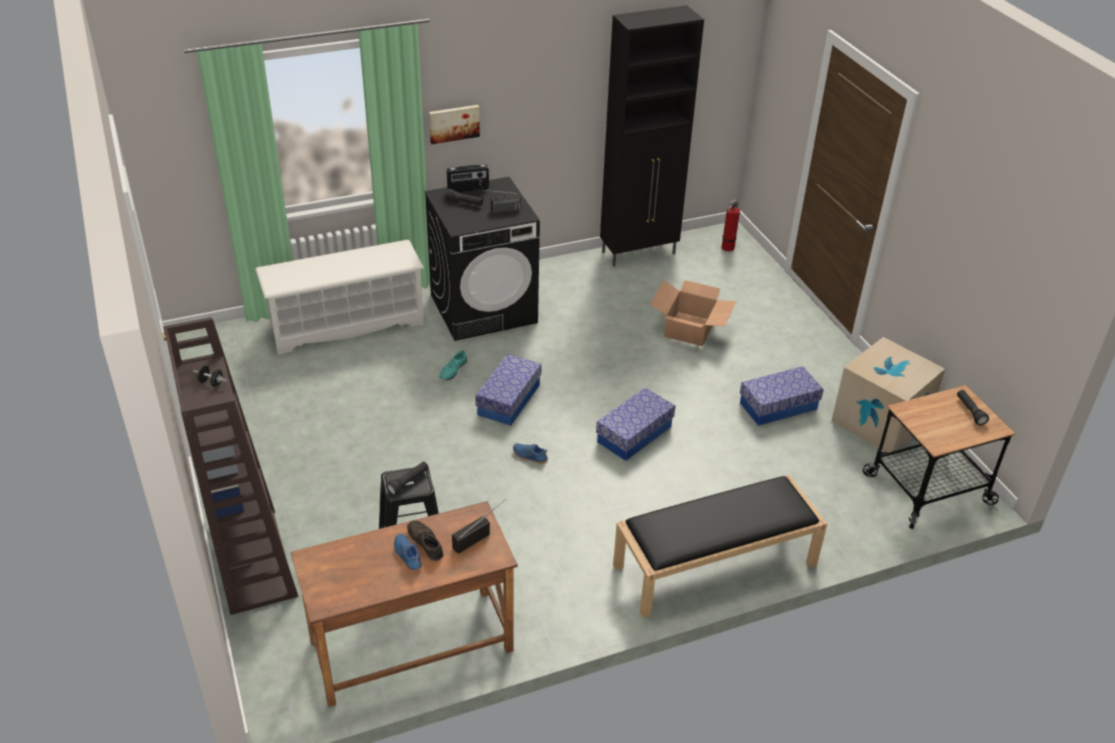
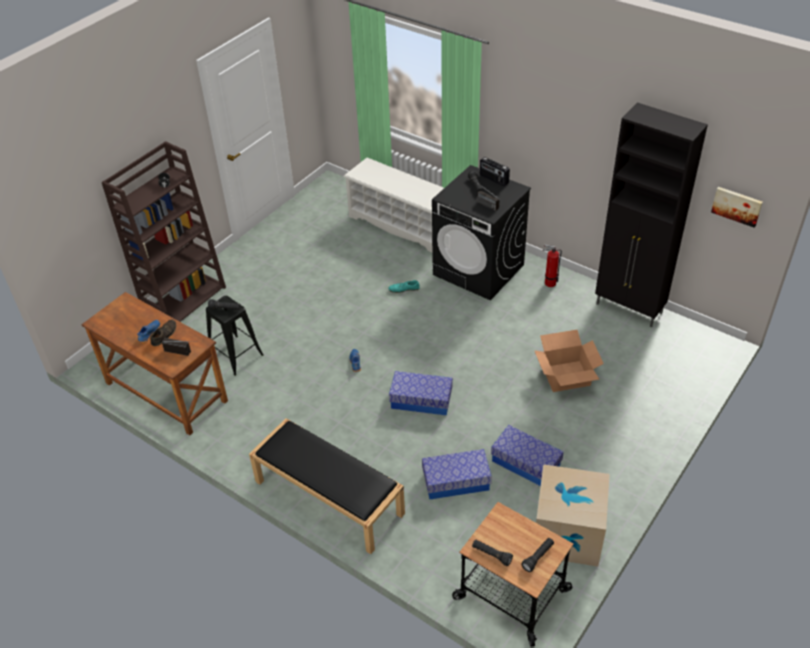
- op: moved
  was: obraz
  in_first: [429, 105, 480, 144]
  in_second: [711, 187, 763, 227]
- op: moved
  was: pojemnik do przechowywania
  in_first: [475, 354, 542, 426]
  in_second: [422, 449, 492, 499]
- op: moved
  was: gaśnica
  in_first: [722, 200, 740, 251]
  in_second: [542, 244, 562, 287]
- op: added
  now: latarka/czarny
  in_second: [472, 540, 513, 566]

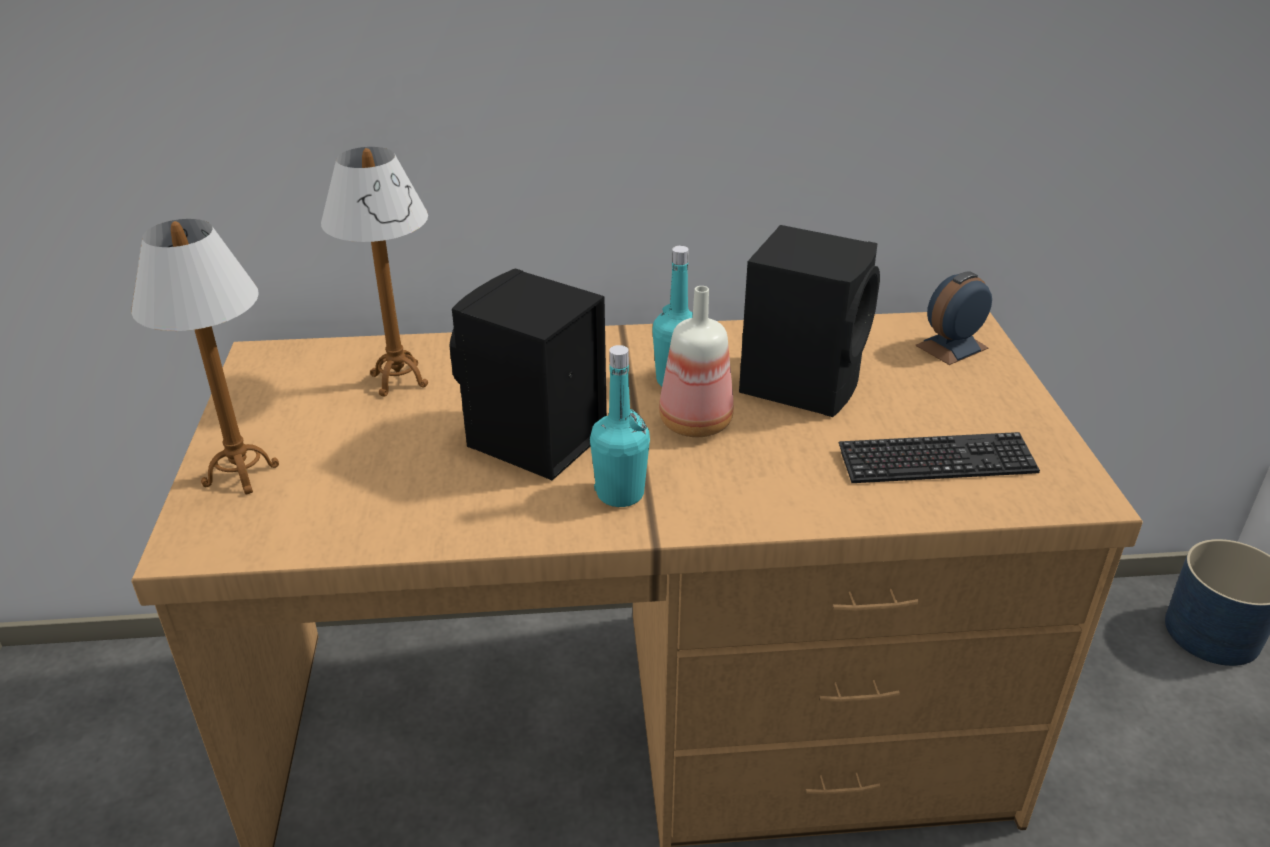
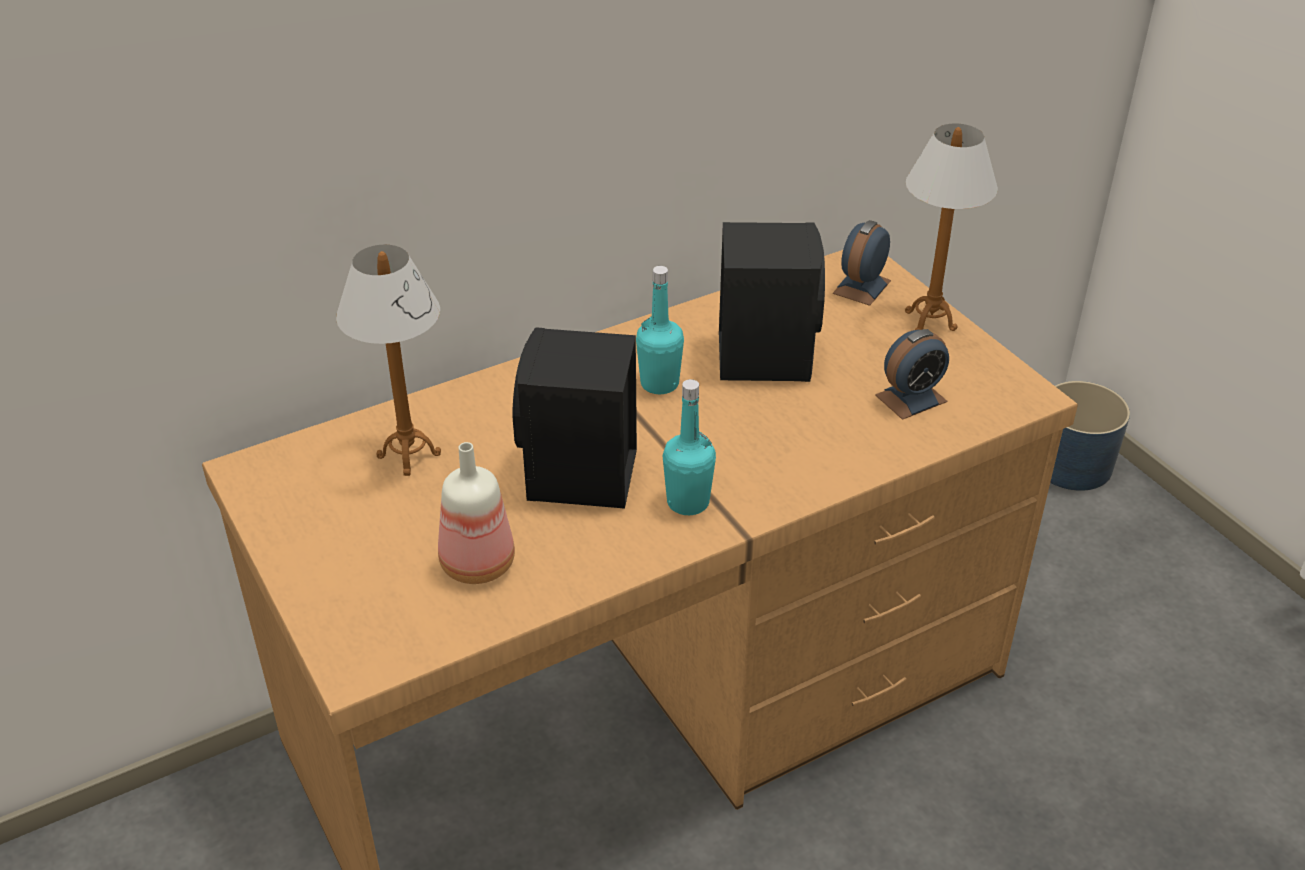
- op: moved
  was: lampa stołowa
  in_first: [131, 219, 279, 494]
  in_second: [905, 124, 998, 331]
- op: moved
  was: butelka
  in_first: [659, 286, 734, 437]
  in_second: [438, 442, 515, 584]
- op: replaced
  was: klawiatura
  now: budzik
  in_first: [839, 432, 1040, 483]
  in_second: [875, 329, 949, 420]

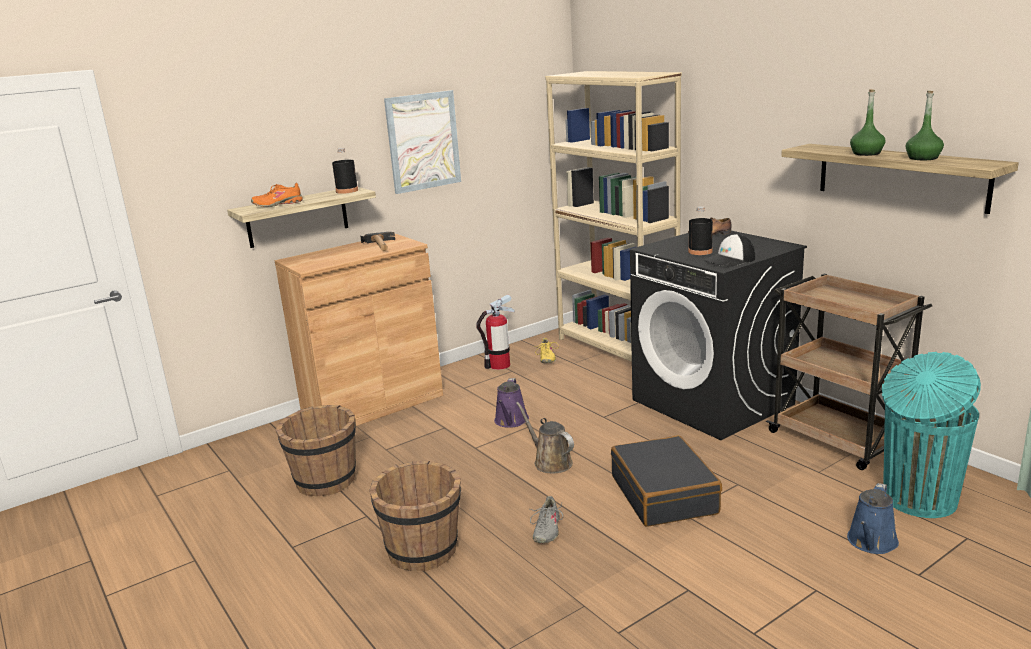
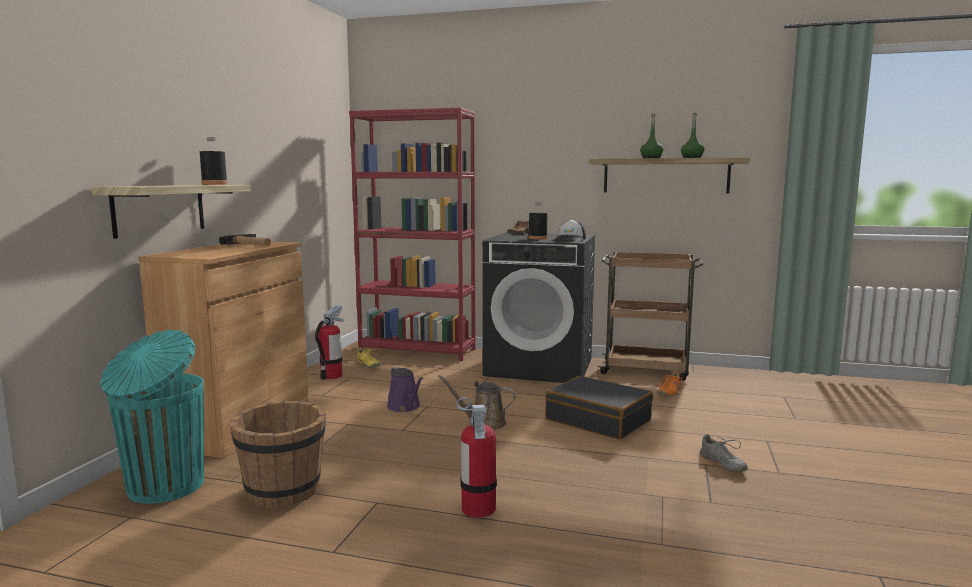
- op: moved
  was: but/pomarańczowy
  in_first: [251, 182, 303, 207]
  in_second: [657, 372, 682, 396]
- op: replaced
  was: wiadro/brązowy
  now: gaśnica
  in_first: [369, 461, 461, 571]
  in_second: [456, 397, 497, 518]
- op: removed
  was: obraz
  in_first: [384, 90, 461, 194]
- op: moved
  was: but/szary
  in_first: [530, 496, 563, 543]
  in_second: [700, 434, 748, 472]
- op: recoloured
  was: regał/beżowy
  now: regał/czerwony
  in_first: [545, 71, 682, 362]
  in_second: [349, 108, 475, 361]
- op: removed
  was: konewka/niebieski
  in_first: [847, 483, 899, 554]
- op: moved
  was: kosz na śmieci/turkusowy
  in_first: [881, 352, 981, 518]
  in_second: [100, 330, 204, 504]

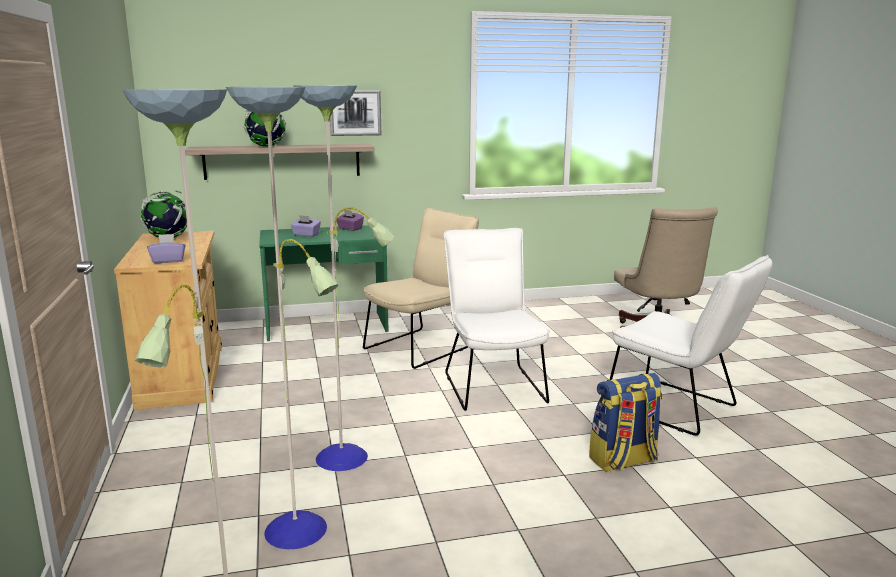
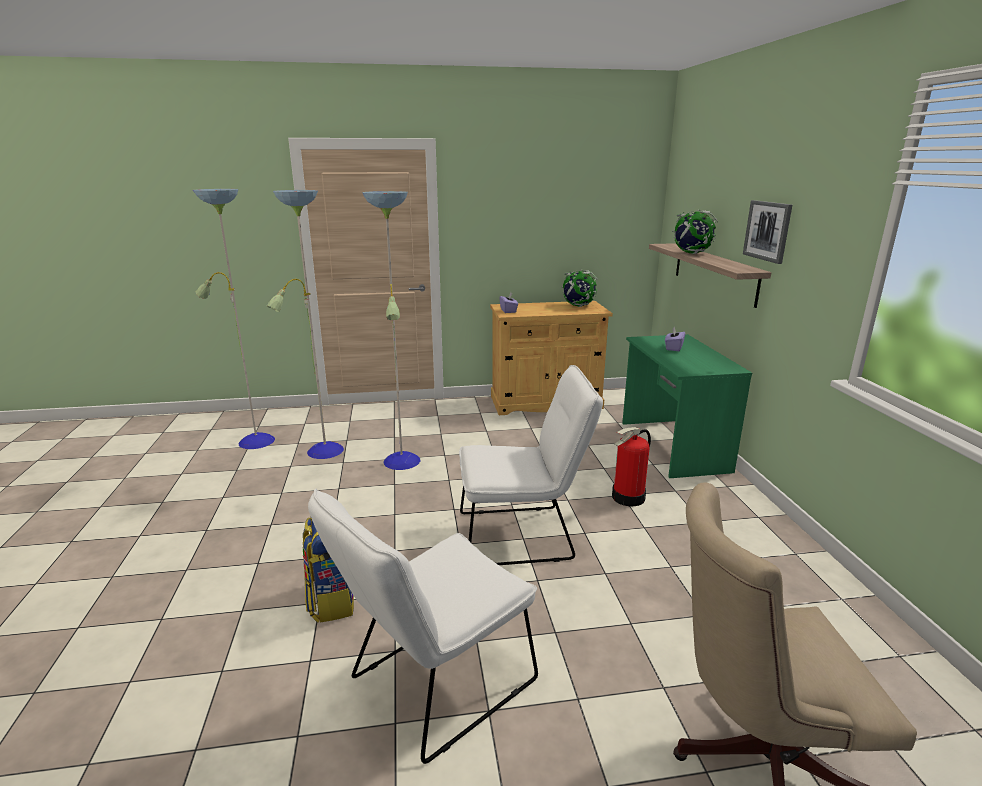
- op: removed
  was: pudełko chusteczek/fioletowy
  in_first: [337, 210, 364, 231]
- op: replaced
  was: krzesło/beżowy
  now: gaśnica
  in_first: [363, 208, 479, 369]
  in_second: [612, 427, 651, 506]

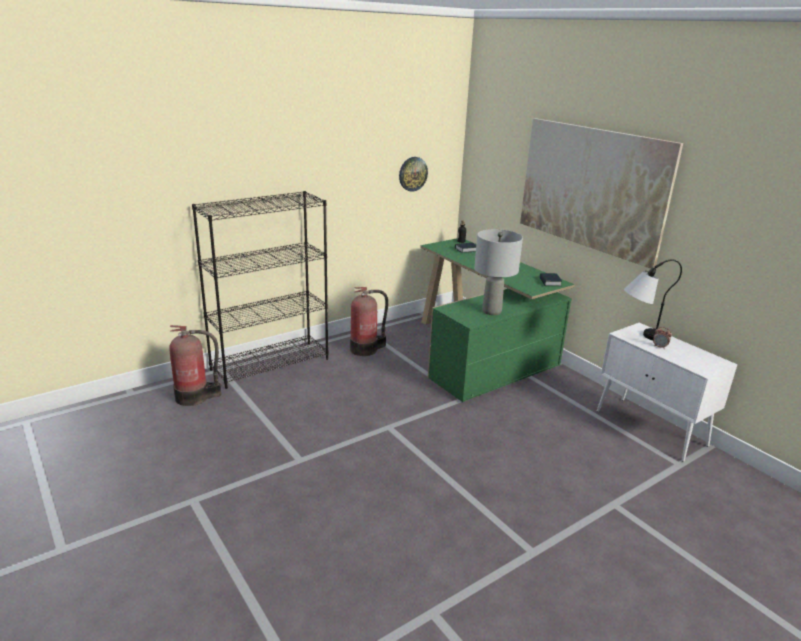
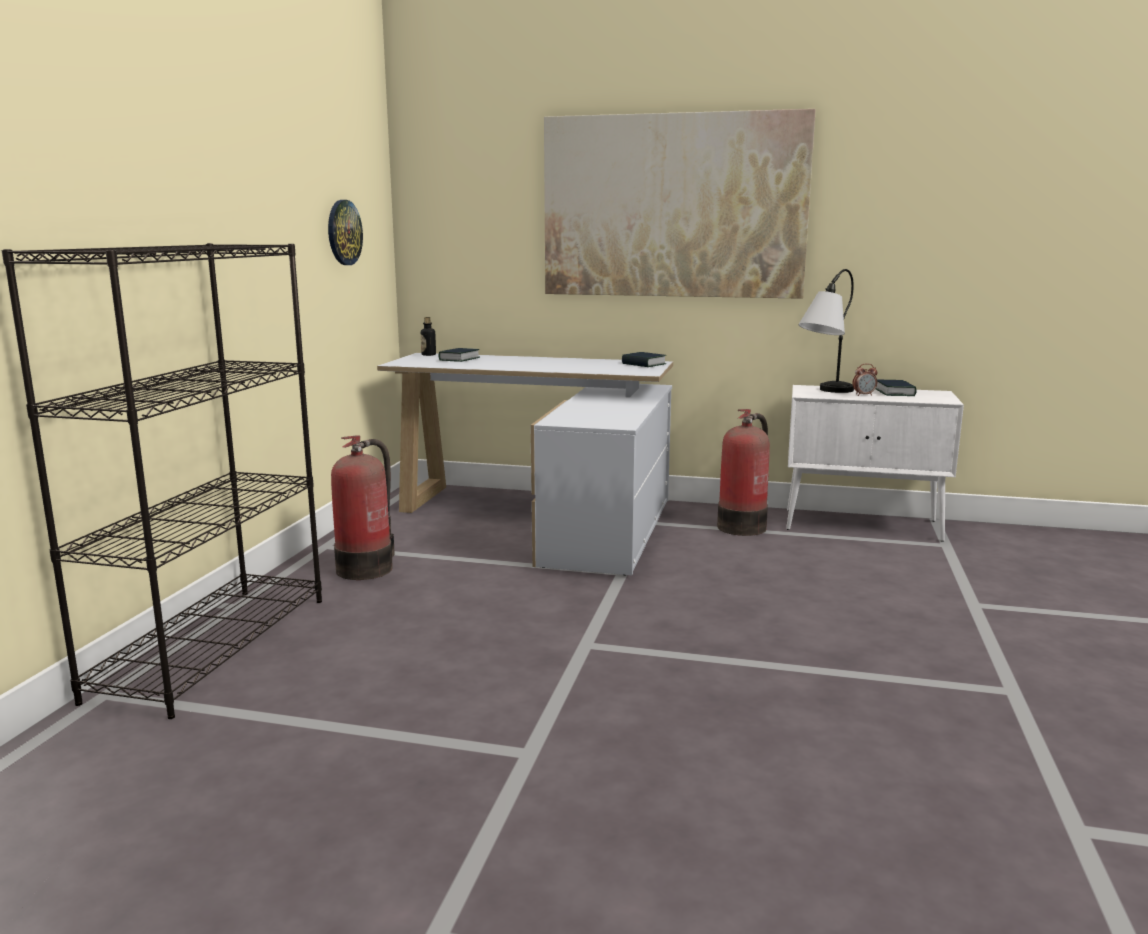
- op: moved
  was: gaśnica
  in_first: [169, 325, 221, 406]
  in_second: [717, 409, 770, 536]
- op: recoloured
  was: biurko/zielony
  now: biurko/biały
  in_first: [420, 238, 575, 402]
  in_second: [377, 353, 673, 575]
- op: removed
  was: lampa stołowa/szary
  in_first: [474, 229, 523, 315]
- op: added
  now: książka
  in_second: [876, 380, 917, 396]

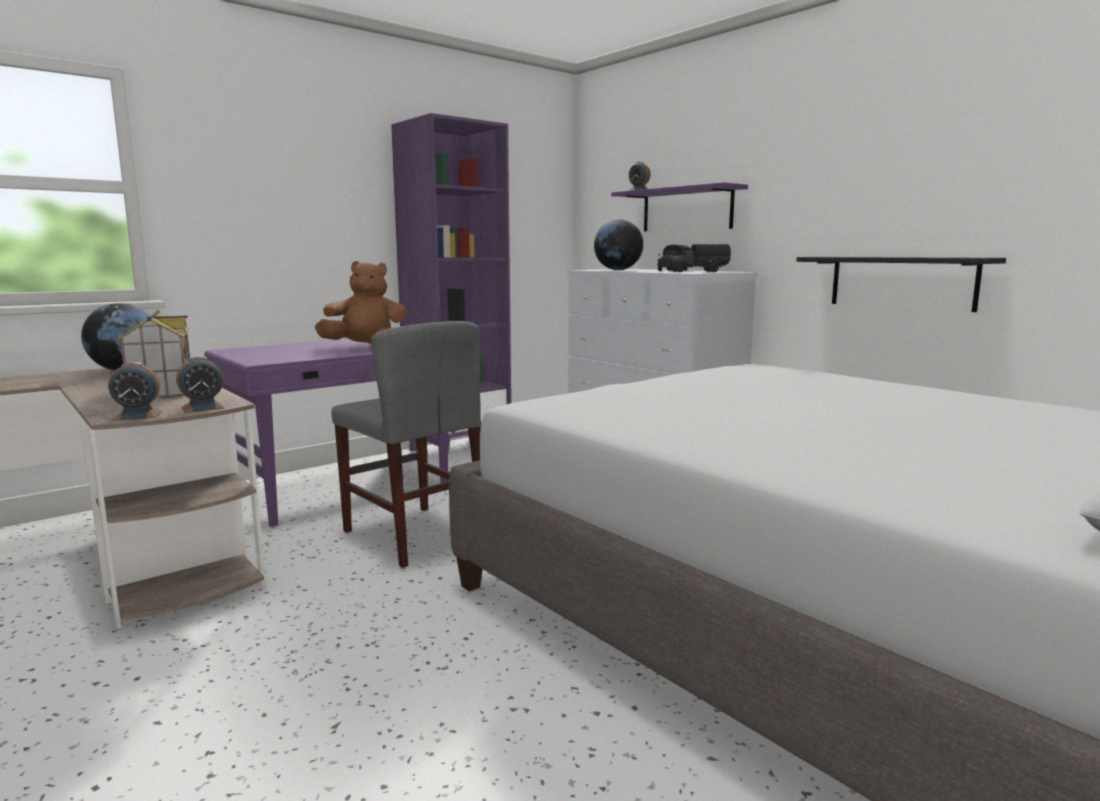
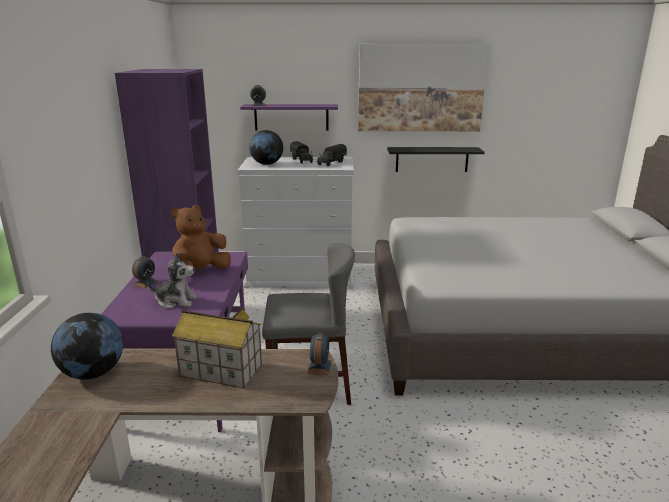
- op: moved
  was: budzik
  in_first: [108, 362, 163, 421]
  in_second: [132, 256, 159, 289]
- op: added
  now: pluszak
  in_second: [147, 252, 197, 309]
- op: added
  now: obraz
  in_second: [358, 44, 489, 131]

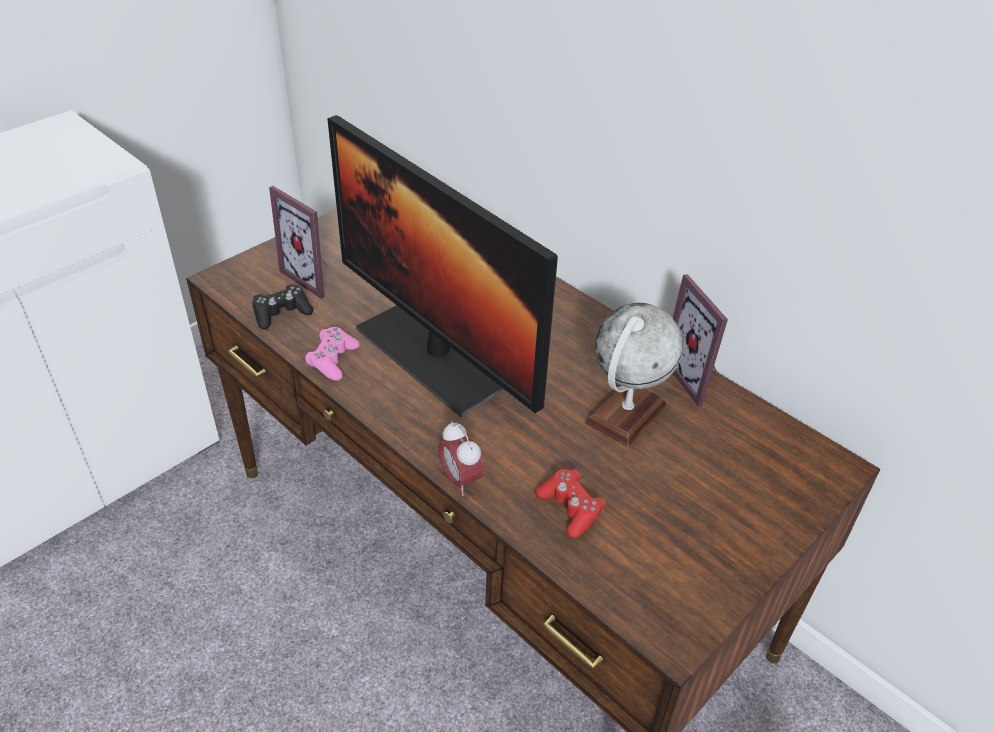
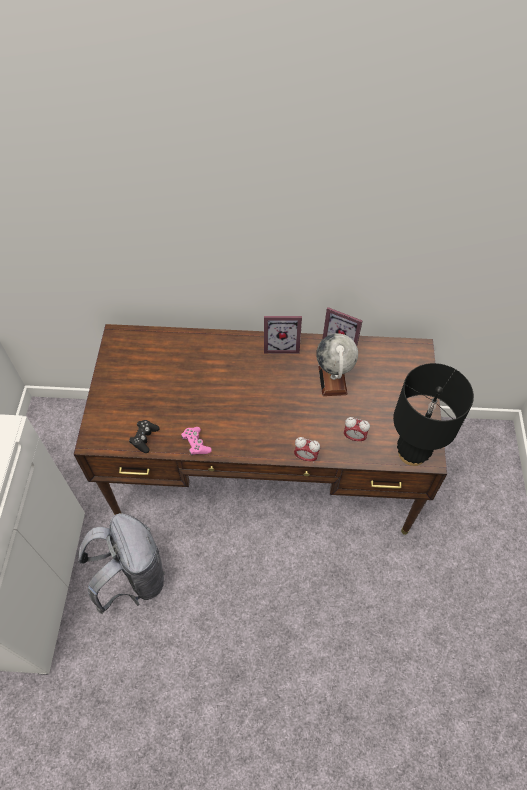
- op: moved
  was: ramka na zdjęcie
  in_first: [269, 186, 332, 299]
  in_second: [264, 316, 302, 354]
- op: removed
  was: monitor
  in_first: [328, 115, 558, 417]
- op: replaced
  was: pad do gier/czerwony
  now: budzik
  in_first: [536, 469, 605, 538]
  in_second: [344, 417, 370, 443]
- op: added
  now: plecak/szary
  in_second: [78, 513, 165, 614]
- op: added
  now: lampa stołowa/czarny
  in_second: [393, 363, 474, 466]

